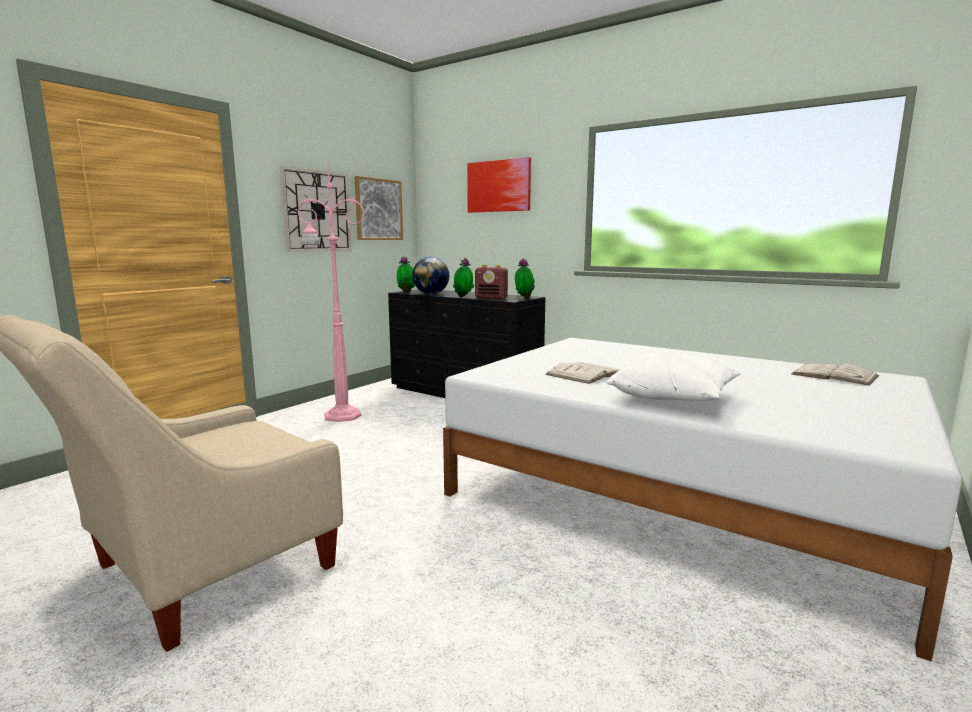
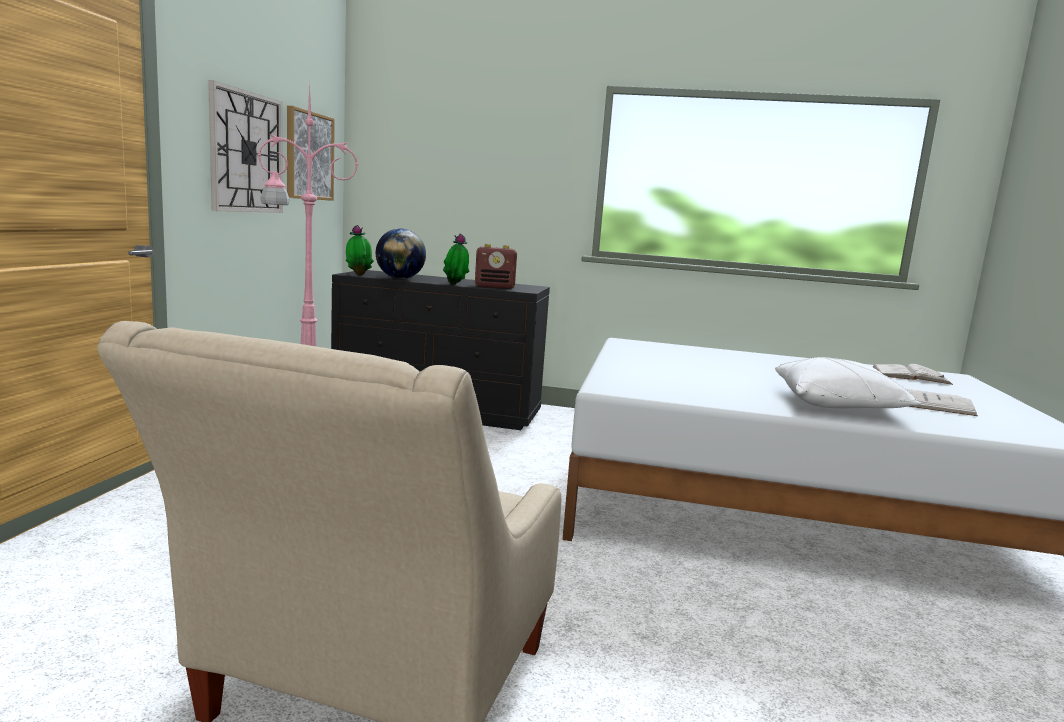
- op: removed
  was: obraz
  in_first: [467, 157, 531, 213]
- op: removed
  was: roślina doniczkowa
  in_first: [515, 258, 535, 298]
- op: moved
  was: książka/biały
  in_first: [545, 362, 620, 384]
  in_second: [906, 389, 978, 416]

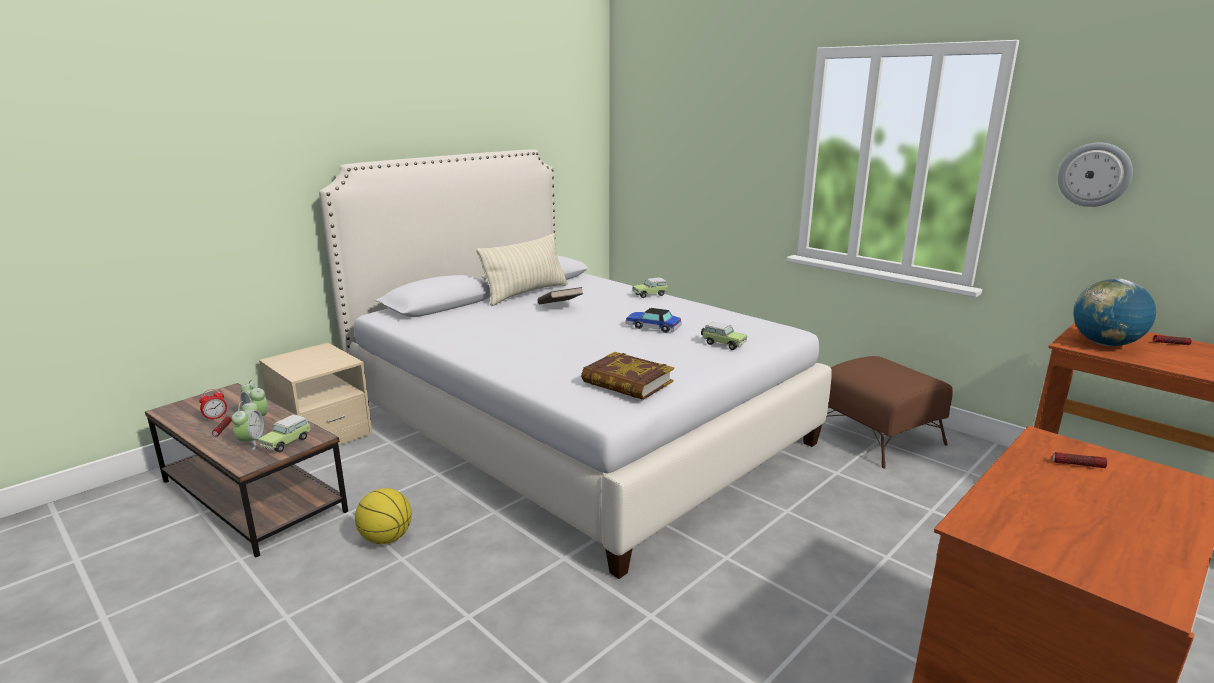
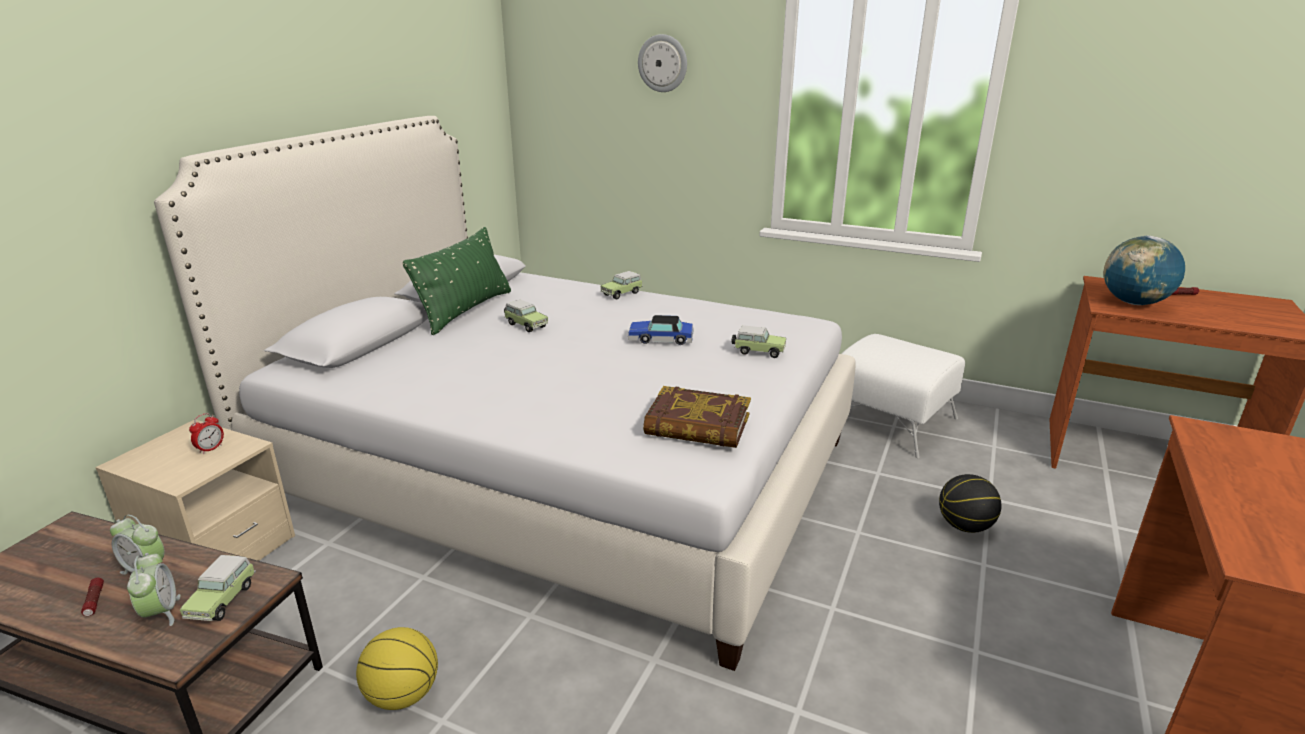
- op: moved
  was: budzik
  in_first: [199, 389, 227, 421]
  in_second: [189, 413, 224, 454]
- op: recoloured
  was: poduszka/beżowy
  now: poduszka/zielony
  in_first: [476, 233, 568, 306]
  in_second: [402, 227, 511, 335]
- op: replaced
  was: książka/brązowy
  now: samochodzik
  in_first: [537, 287, 584, 305]
  in_second: [504, 300, 548, 332]
- op: recoloured
  was: pufa/brązowy
  now: pufa/biały
  in_first: [827, 356, 953, 468]
  in_second: [842, 334, 965, 458]
- op: removed
  was: latarka
  in_first: [1053, 452, 1107, 468]
- op: moved
  was: zegar ścienny
  in_first: [1057, 143, 1133, 207]
  in_second: [638, 34, 687, 92]
- op: added
  now: piłka do koszykówki
  in_second: [939, 474, 1002, 533]

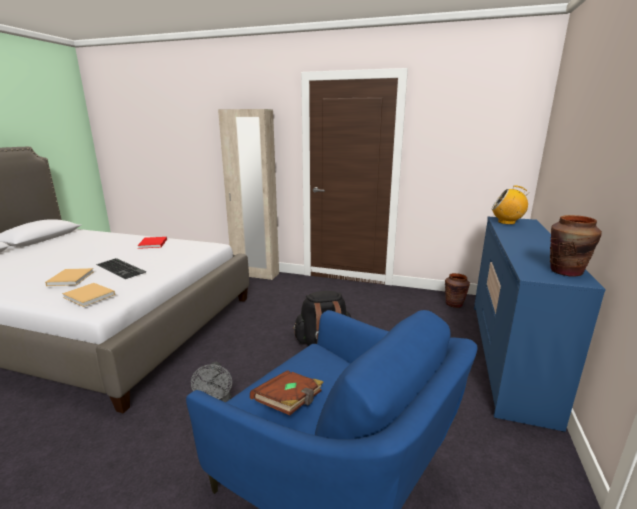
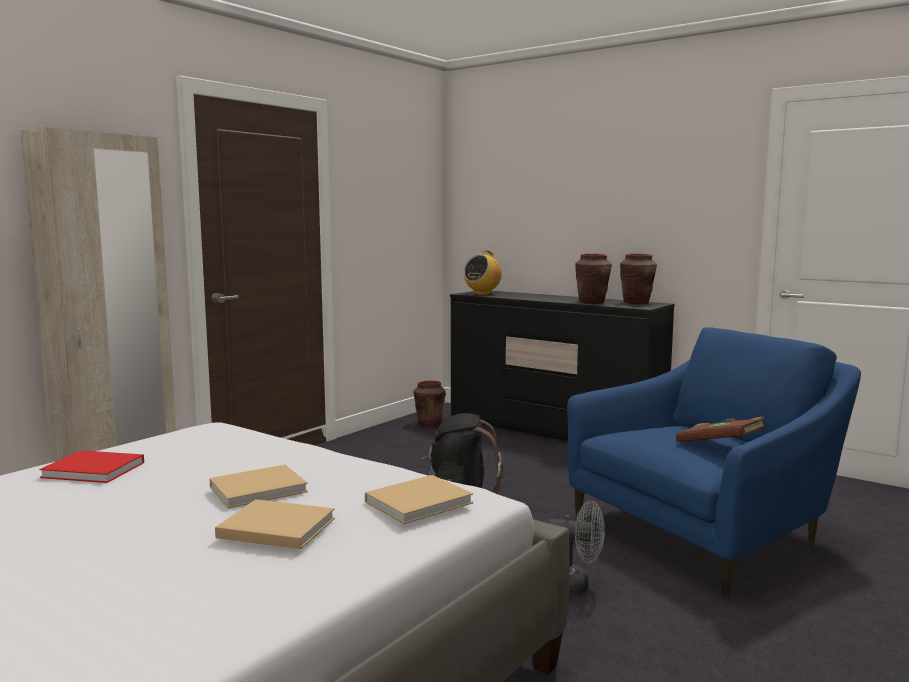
- op: replaced
  was: klawiatura
  now: książka/beżowy
  in_first: [96, 258, 146, 279]
  in_second: [209, 465, 308, 508]
- op: recoloured
  was: komoda/niebieski
  now: komoda/czarny
  in_first: [474, 217, 606, 432]
  in_second: [450, 291, 675, 441]
- op: added
  now: wazon/brązowy
  in_second: [575, 254, 612, 304]

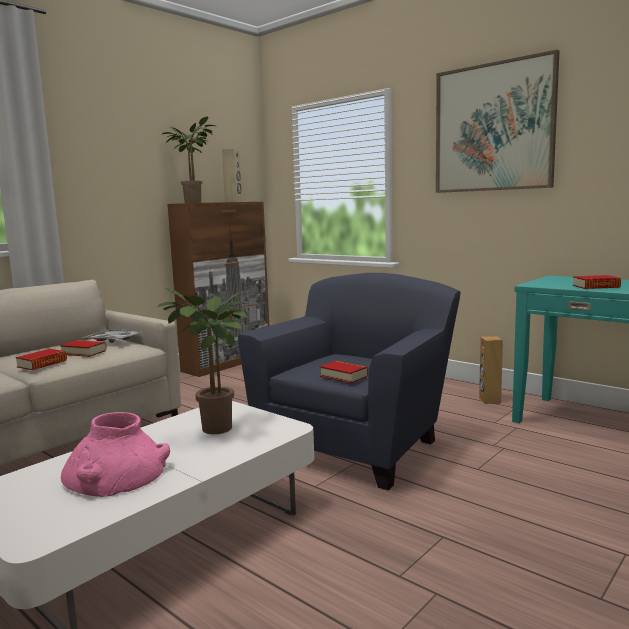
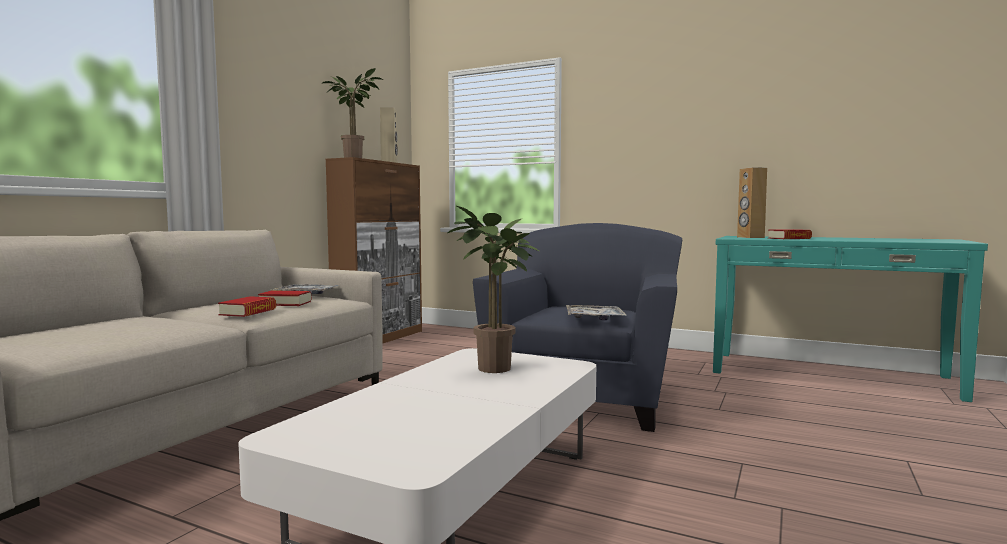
- op: removed
  was: wazon/różowy
  in_first: [61, 412, 170, 497]
- op: replaced
  was: książka
  now: taca
  in_first: [320, 361, 368, 383]
  in_second: [566, 305, 627, 320]
- op: removed
  was: obraz
  in_first: [436, 50, 560, 193]
- op: moved
  was: głośnik/brązowy
  in_first: [479, 336, 503, 404]
  in_second: [737, 167, 767, 238]

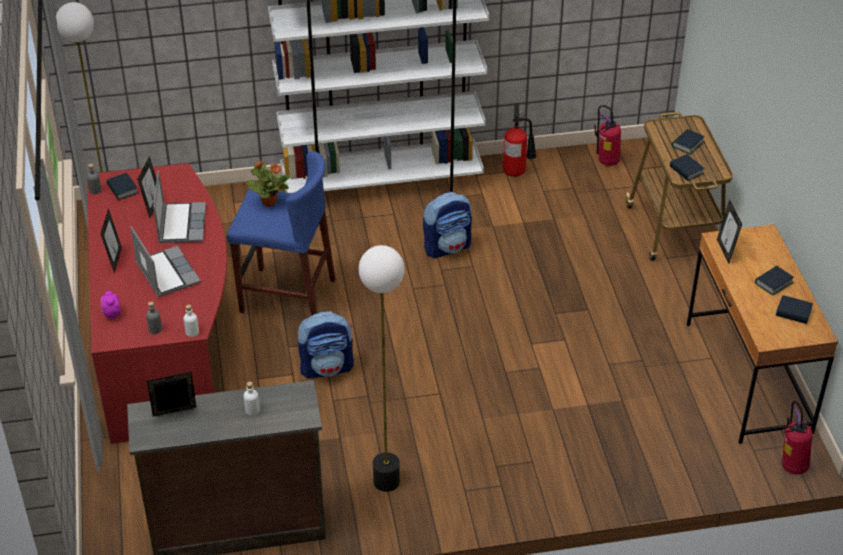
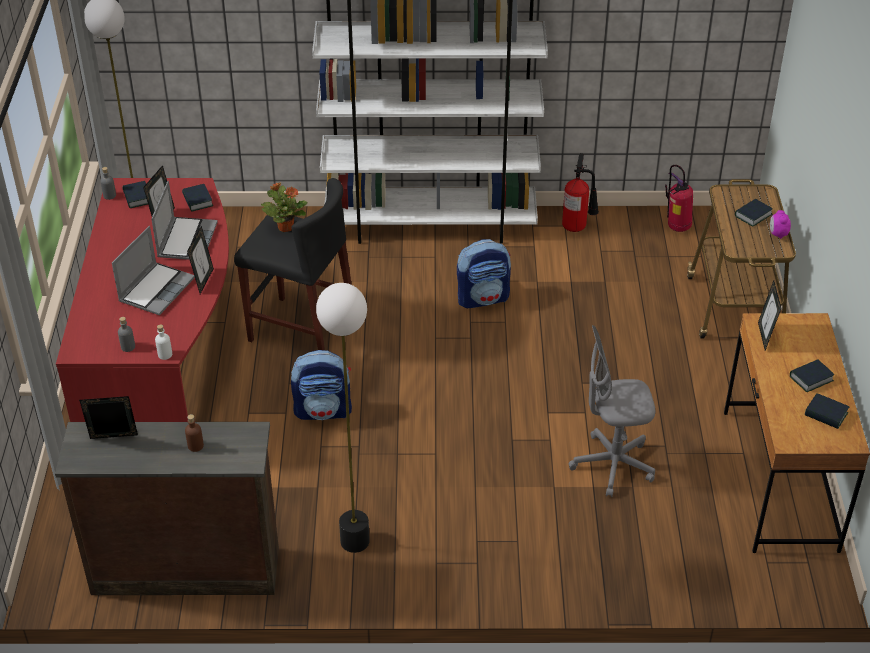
- op: moved
  was: ramka na zdjęcie
  in_first: [100, 208, 122, 272]
  in_second: [187, 225, 214, 294]
- op: moved
  was: budzik
  in_first: [101, 291, 121, 320]
  in_second: [770, 210, 791, 239]
- op: turned
  was: laptop
  in_first: [130, 226, 201, 297]
  in_second: [112, 226, 195, 315]
  clockwise: 45
- op: recoloured
  was: stołek/niebieski
  now: stołek/czarny
  in_first: [227, 151, 335, 316]
  in_second: [234, 178, 352, 350]
- op: recoloured
  was: butelka/biały
  now: butelka/brązowy
  in_first: [244, 381, 260, 416]
  in_second: [185, 414, 204, 452]
- op: moved
  was: książka
  in_first: [670, 154, 705, 181]
  in_second: [182, 184, 213, 212]
- op: removed
  was: gaśnica
  in_first: [782, 401, 812, 475]
- op: added
  now: krzesło biurowe/szary
  in_second: [569, 325, 655, 497]

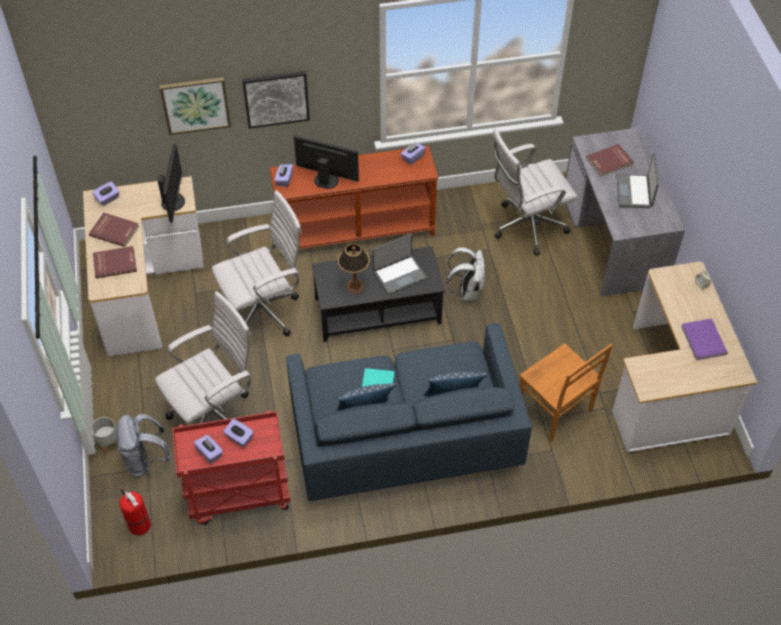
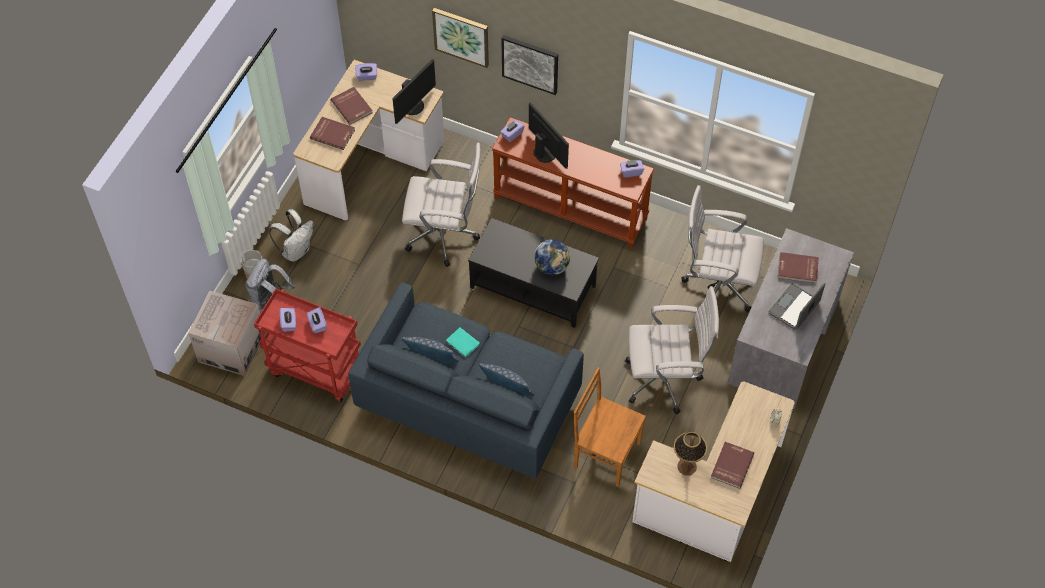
- op: replaced
  was: gaśnica
  now: karton
  in_first: [119, 489, 151, 536]
  in_second: [188, 291, 265, 376]
- op: moved
  was: krzesło biurowe/biały
  in_first: [155, 291, 251, 423]
  in_second: [625, 286, 719, 414]
- op: moved
  was: lampa stołowa
  in_first: [338, 243, 370, 294]
  in_second: [674, 432, 707, 476]
- op: replaced
  was: laptop
  now: globus
  in_first: [372, 234, 427, 295]
  in_second: [534, 239, 570, 275]
- op: moved
  was: plecak/biały
  in_first: [446, 247, 485, 301]
  in_second: [269, 209, 313, 262]
- op: turned
  was: krzesło/brązowy
  in_first: [519, 343, 613, 441]
  in_second: [574, 368, 646, 487]
  clockwise: 120
- op: recoloured
  was: książka/fioletowy
  now: książka/czerwony
  in_first: [681, 318, 728, 361]
  in_second: [711, 442, 754, 489]

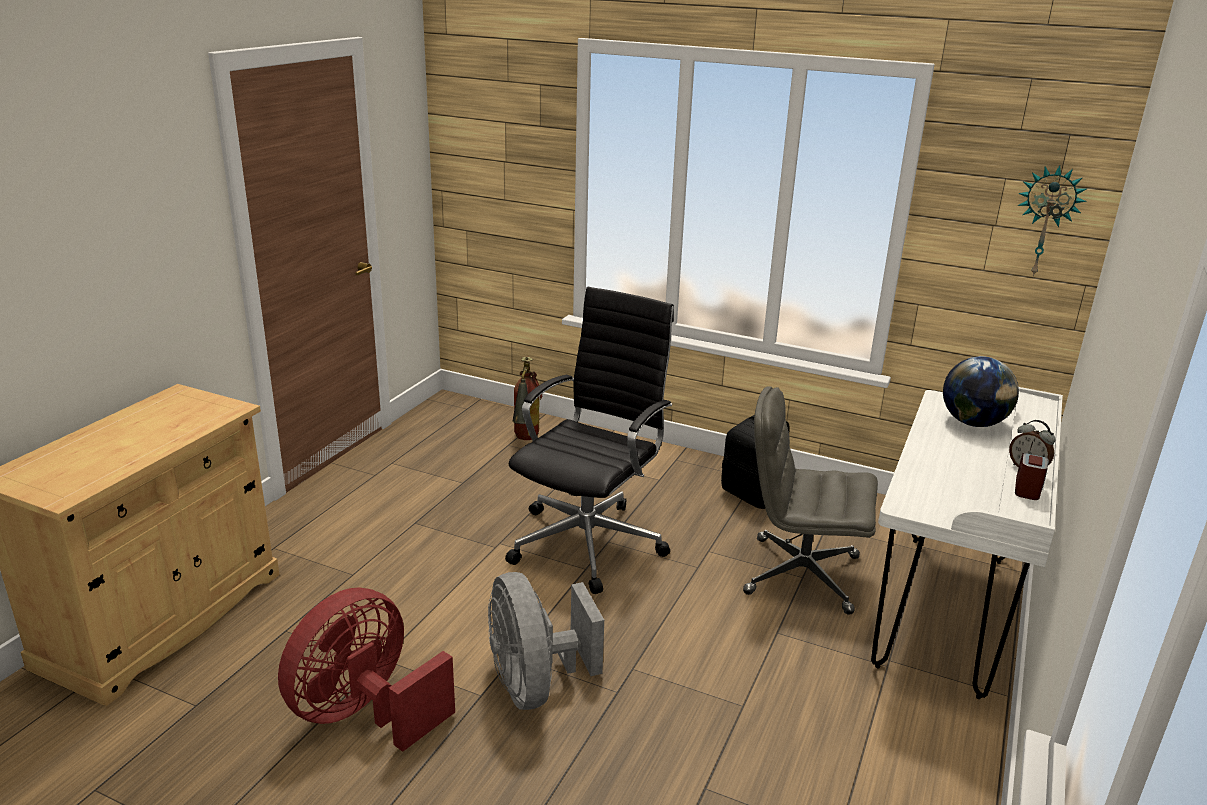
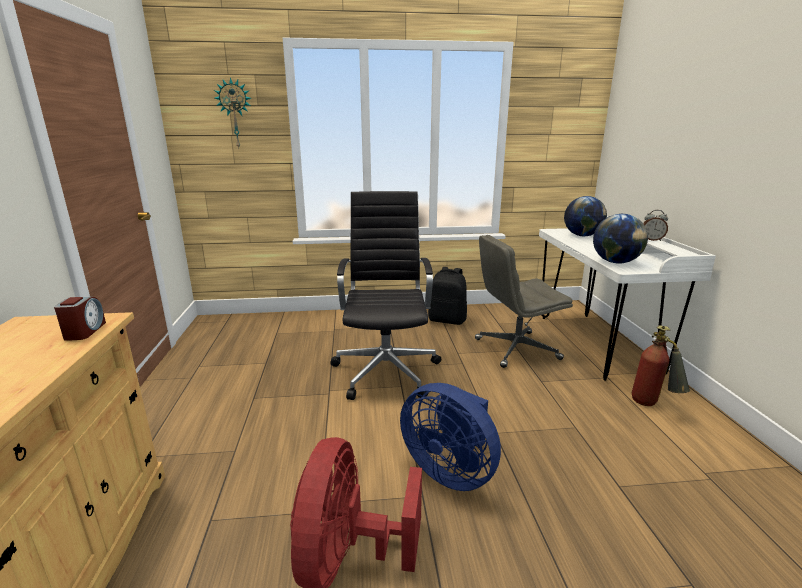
- op: recoloured
  was: wentylator/szary
  now: wentylator/niebieski
  in_first: [488, 572, 604, 710]
  in_second: [400, 383, 501, 491]
- op: moved
  was: gaśnica
  in_first: [512, 357, 542, 440]
  in_second: [632, 325, 690, 406]
- op: moved
  was: budzik
  in_first: [1015, 453, 1048, 500]
  in_second: [54, 297, 106, 341]
- op: moved
  was: zegar ścienny
  in_first: [1018, 165, 1087, 277]
  in_second: [214, 77, 251, 148]
- op: added
  now: globus
  in_second: [593, 214, 648, 263]

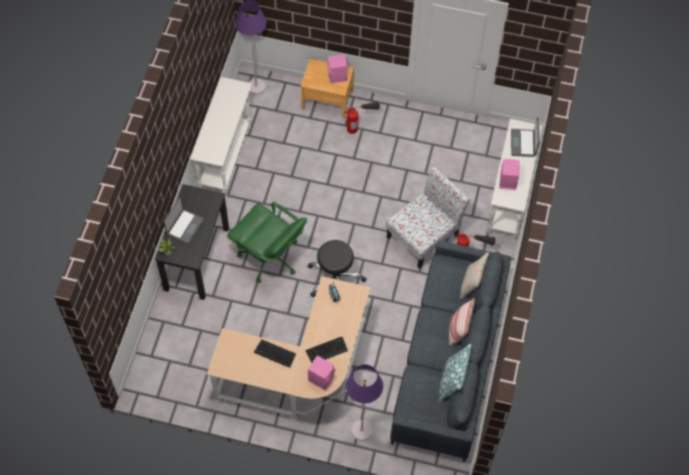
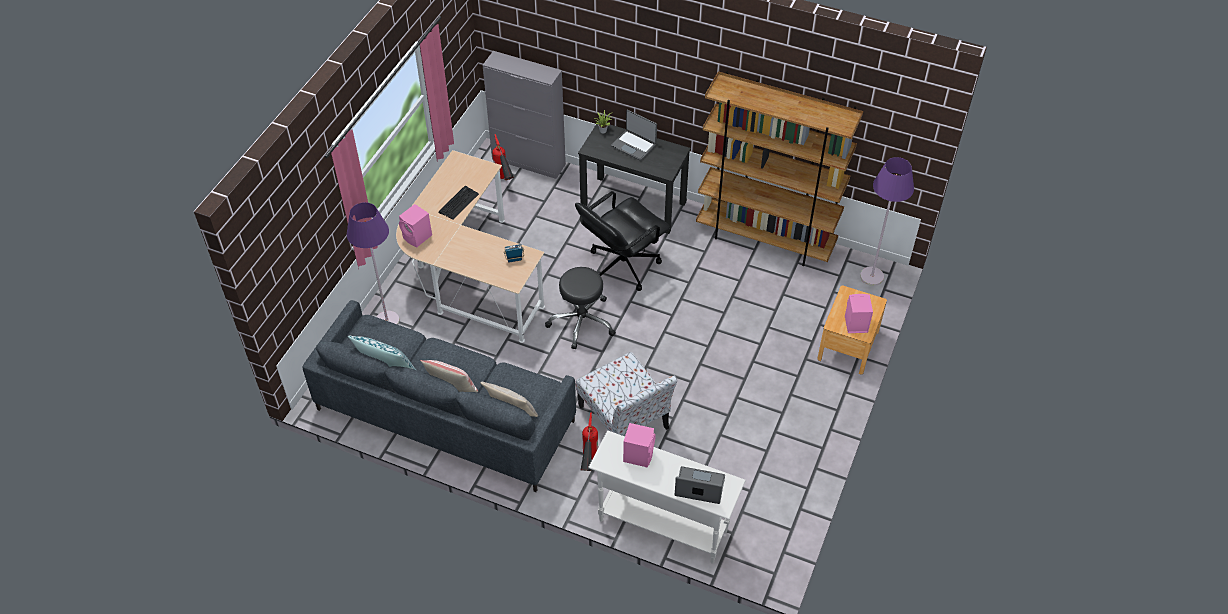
- op: replaced
  was: stolik konsolowy/biały
  now: regał/brązowy
  in_first: [190, 77, 252, 196]
  in_second: [696, 71, 863, 266]
- op: recoloured
  was: krzesło biurowe/zielony
  now: krzesło biurowe/czarny
  in_first: [227, 201, 307, 283]
  in_second: [575, 191, 670, 291]
- op: removed
  was: klawiatura
  in_first: [306, 337, 348, 363]
- op: moved
  was: gaśnica
  in_first: [344, 101, 380, 134]
  in_second: [492, 134, 514, 180]
- op: added
  now: szafka/szary
  in_second: [483, 51, 566, 179]

